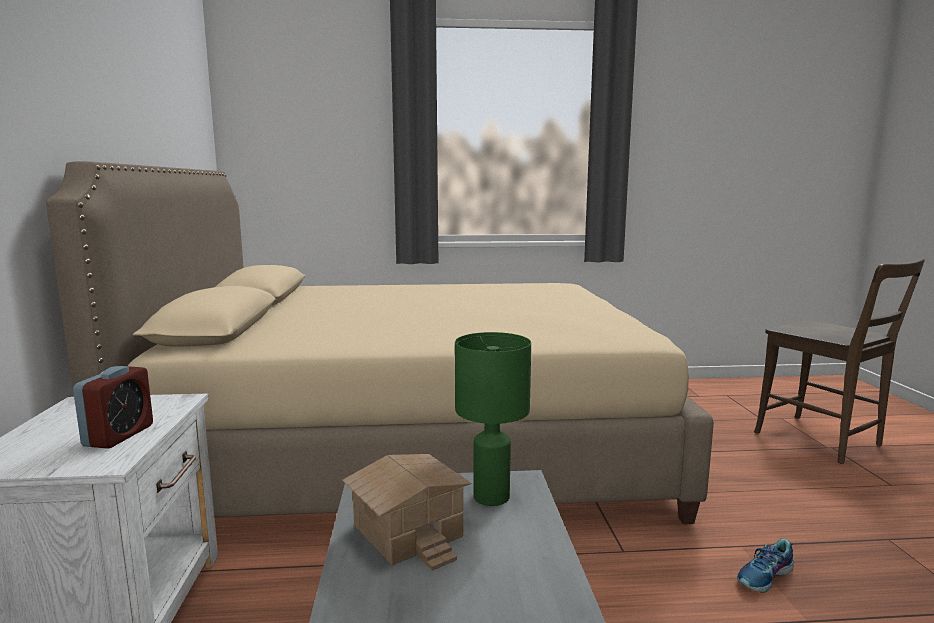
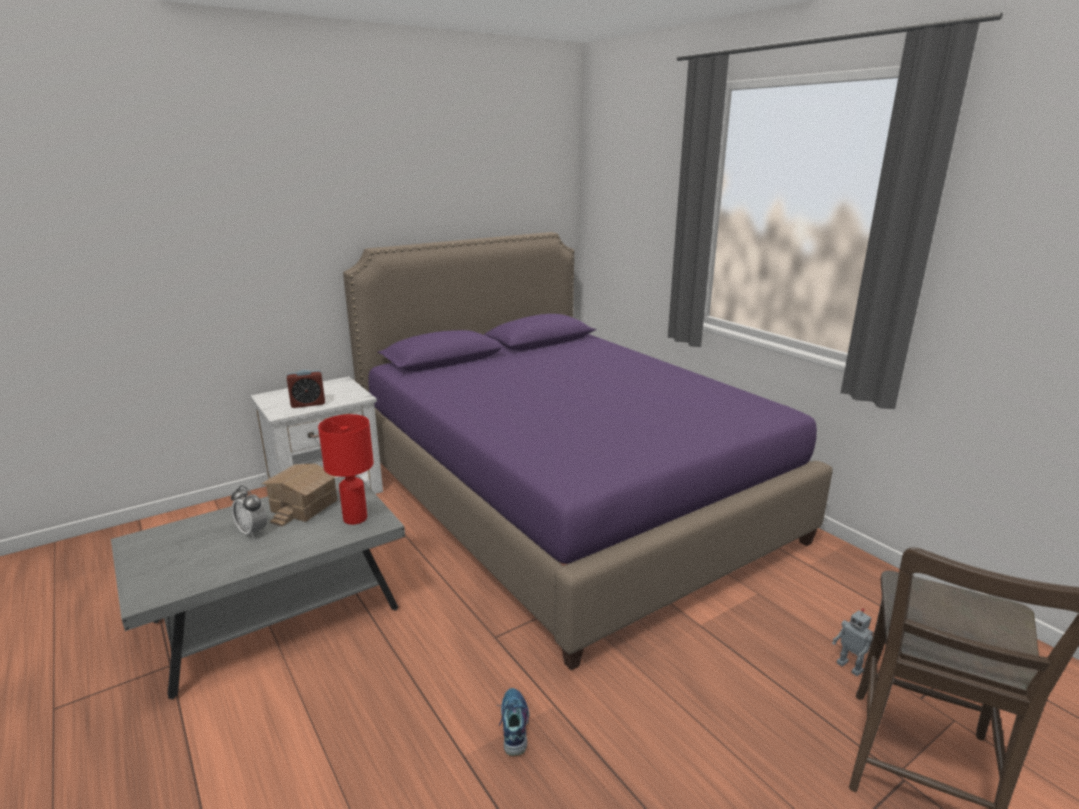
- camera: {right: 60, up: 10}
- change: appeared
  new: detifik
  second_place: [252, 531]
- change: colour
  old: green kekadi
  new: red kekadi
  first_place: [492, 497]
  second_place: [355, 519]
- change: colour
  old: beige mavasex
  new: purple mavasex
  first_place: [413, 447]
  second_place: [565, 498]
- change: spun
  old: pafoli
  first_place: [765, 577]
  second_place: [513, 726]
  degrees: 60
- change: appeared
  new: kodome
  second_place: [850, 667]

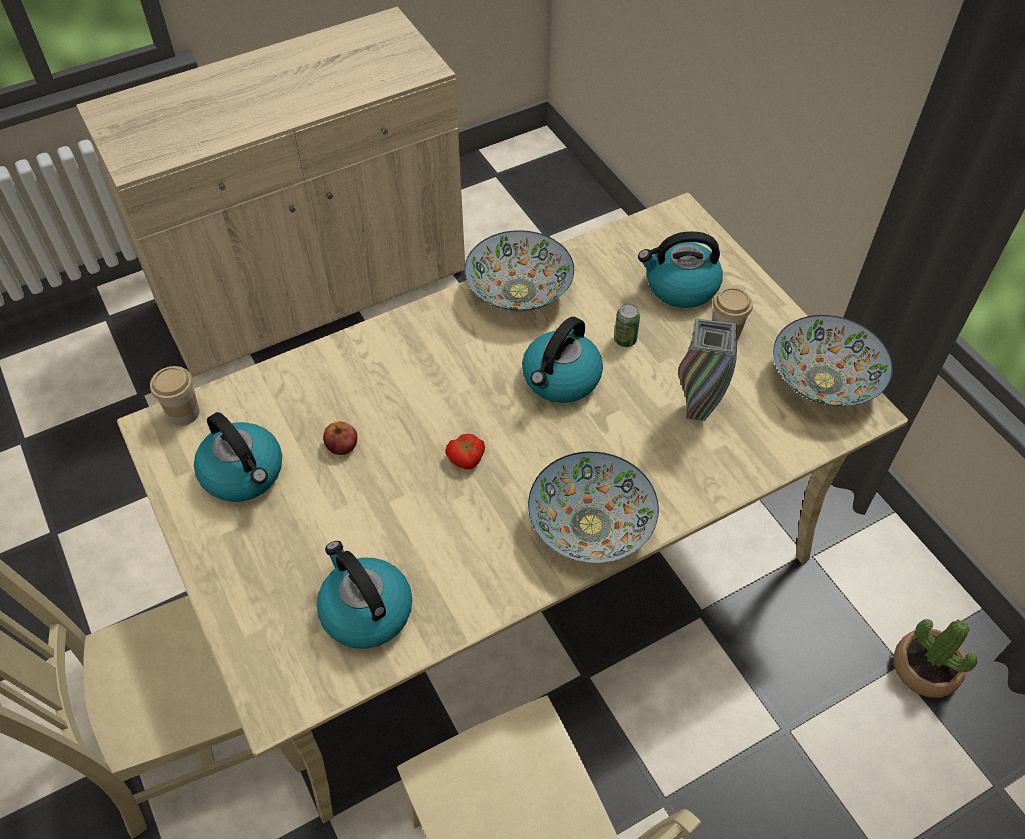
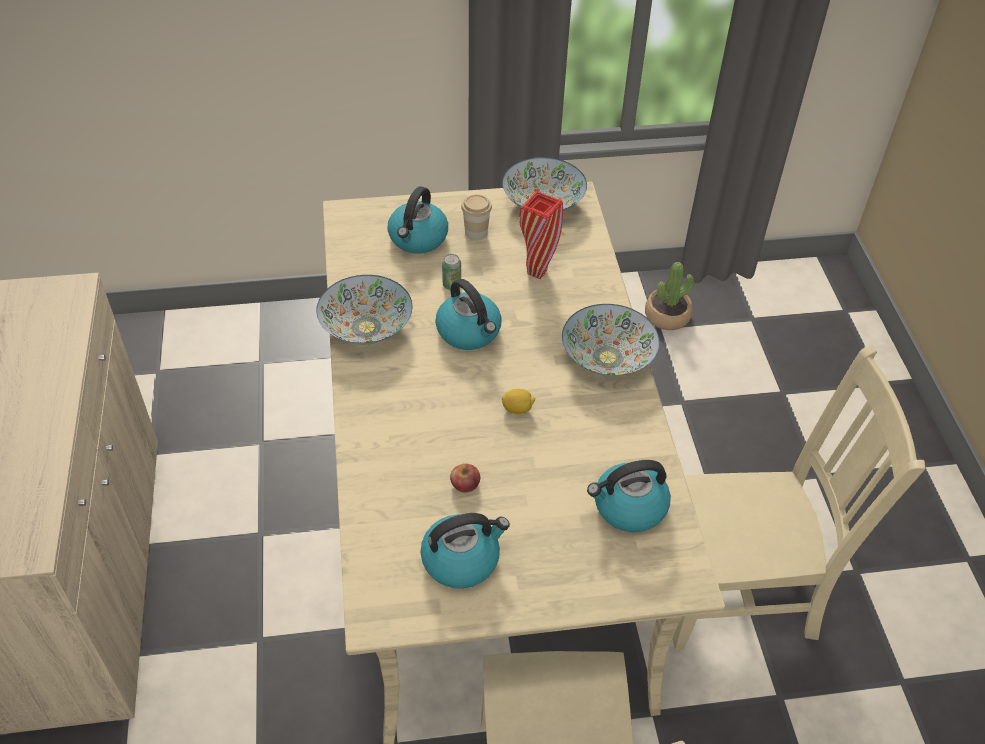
- camera: {right: -70, up: -5}
- change: exchanged
  old: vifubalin
  new: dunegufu
  first_place: [466, 459]
  second_place: [517, 409]
- change: colour
  old: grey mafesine
  new: red mafesine
  first_place: [696, 412]
  second_place: [537, 272]
- change: missing
  old: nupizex
  first_place: [184, 413]

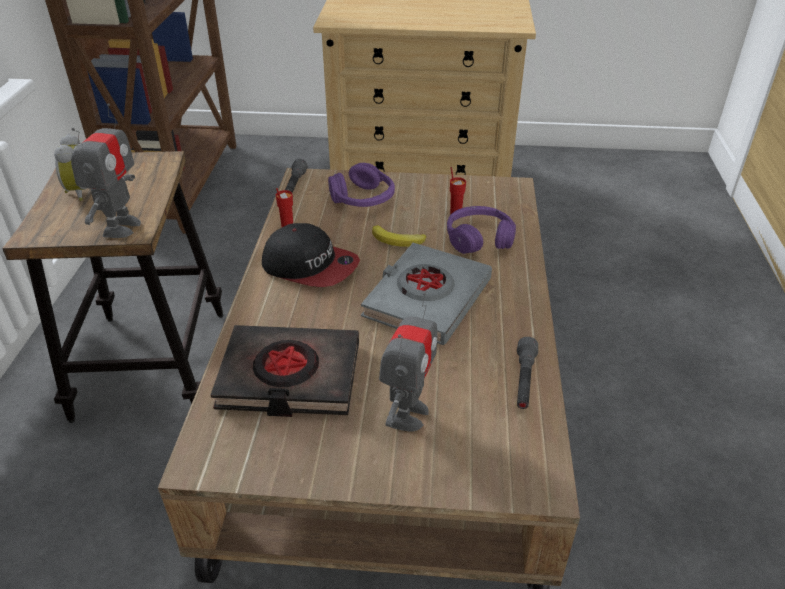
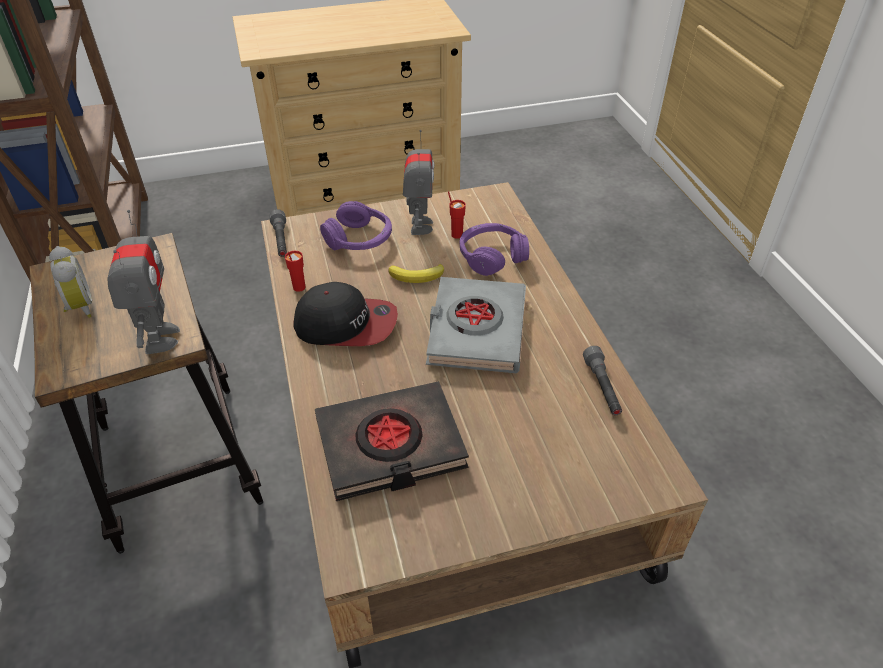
- camera: {right: -20, up: 5}
- change: relocated
  old: kodome
  first_place: [408, 414]
  second_place: [420, 226]

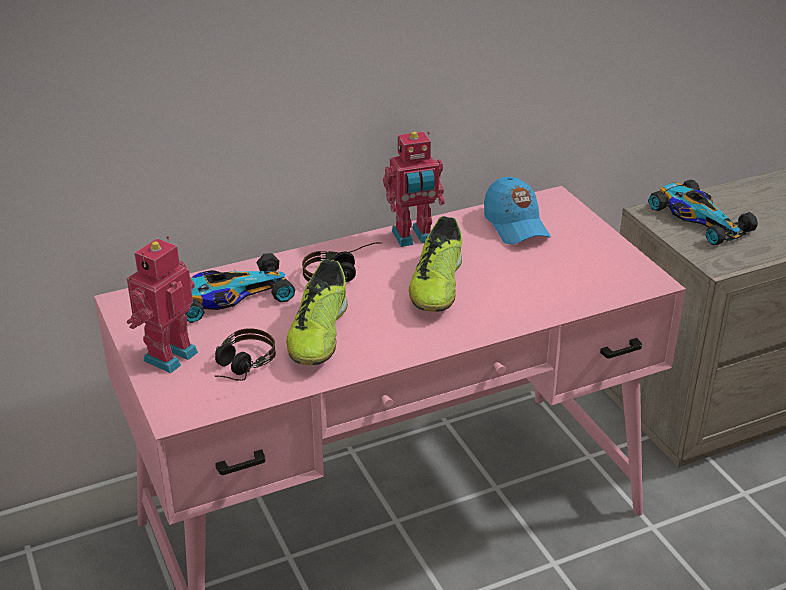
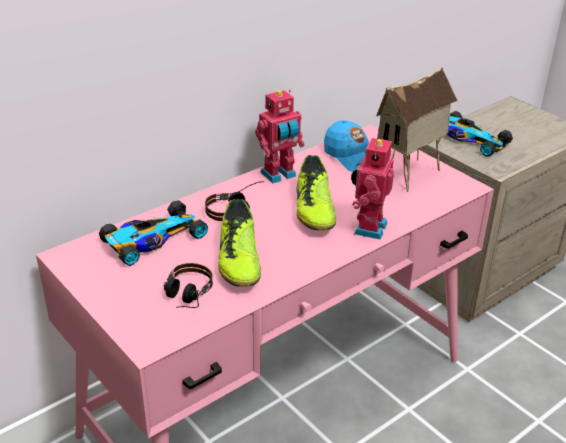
- camera: {right: -15, up: 0}
- change: relocated
  old: kodome
  first_place: [167, 355]
  second_place: [368, 228]
- change: appeared
  new: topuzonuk
  second_place: [410, 178]

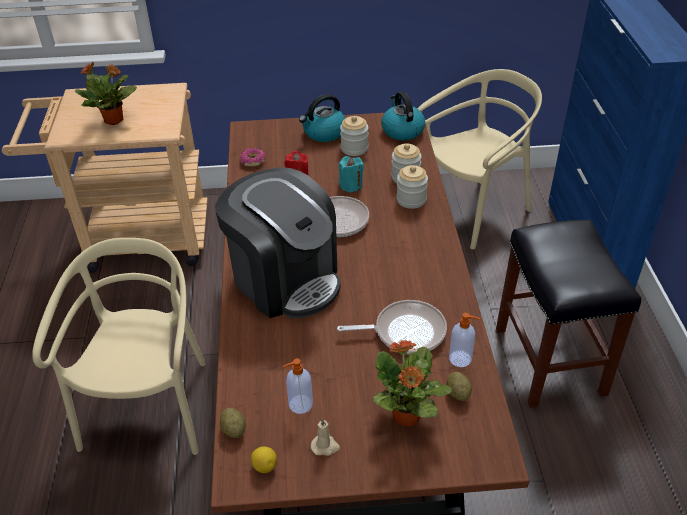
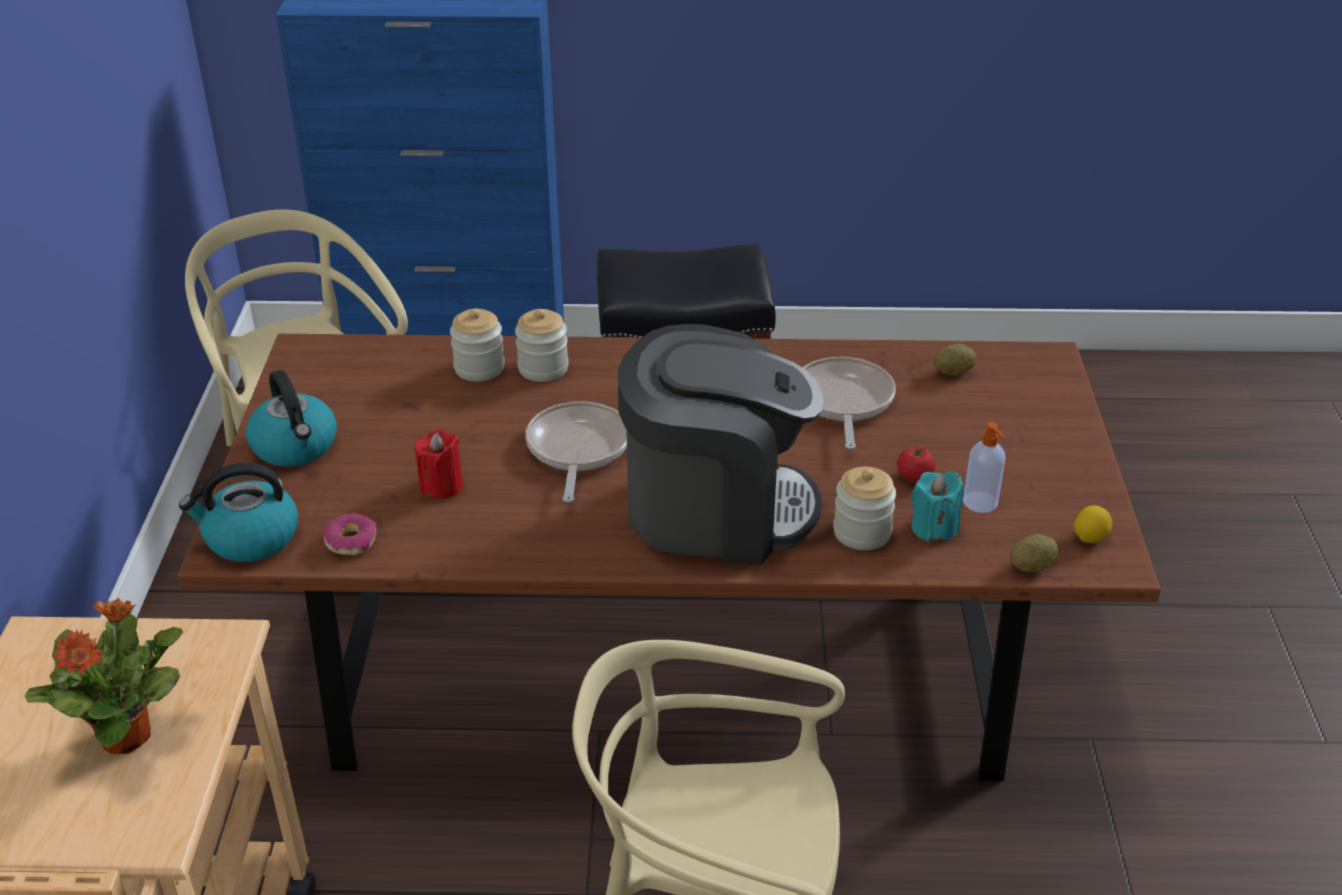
- camera: {right: -85, up: -5}
- change: relocated
  old: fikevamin
  first_place: [402, 130]
  second_place: [250, 538]
- change: spun
  old: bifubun
  first_place: [285, 279]
  second_place: [716, 509]
  degrees: 45
- change: relocated
  old: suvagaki
  first_place: [354, 148]
  second_place: [862, 532]
- change: appeared
  new: vifubalin
  second_place: [914, 477]
- change: relocated
  old: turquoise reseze
  first_place: [351, 185]
  second_place: [934, 528]
- change: missing
  old: beige reseze
  first_place: [325, 446]
- change: missing
  old: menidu
  first_place: [406, 416]
- change: missing
  old: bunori
  first_place: [461, 359]

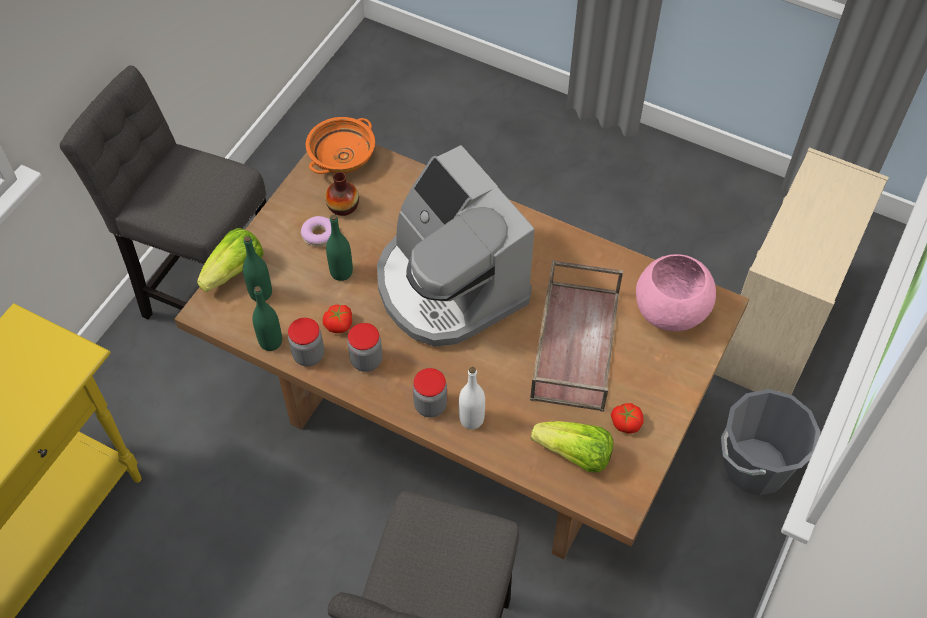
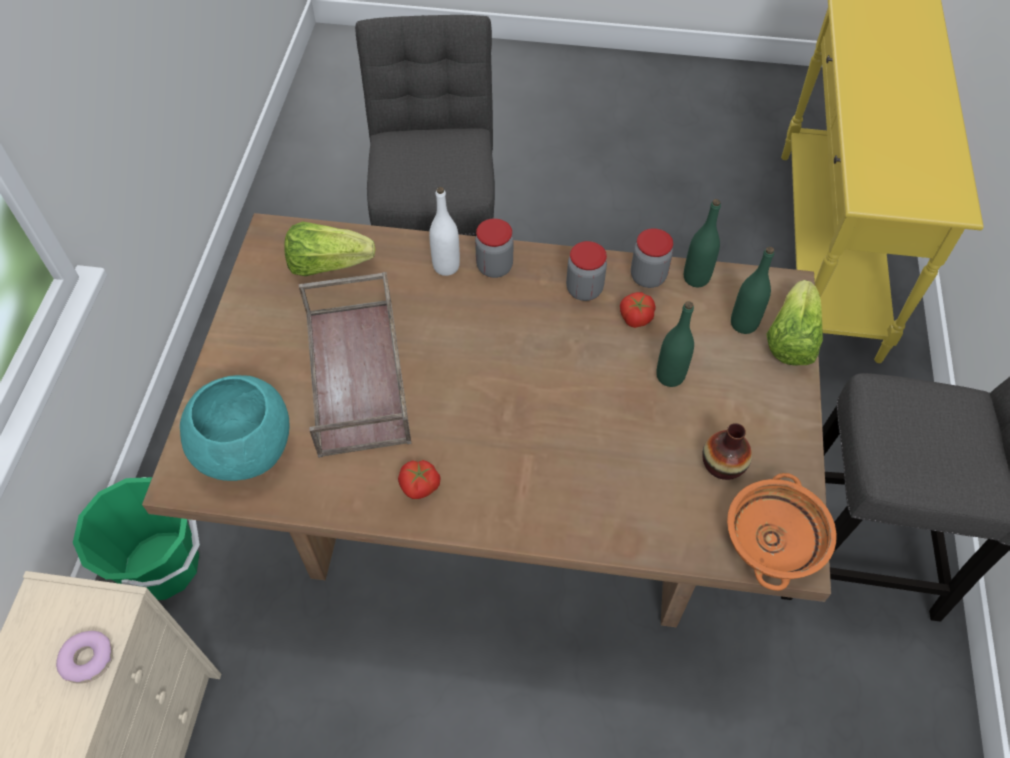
- camera: {right: 160, up: 0}
- change: relocated
  old: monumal
  first_place: [319, 235]
  second_place: [88, 659]
- change: colour
  old: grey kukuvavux
  new: green kukuvavux
  first_place: [755, 467]
  second_place: [162, 566]
- change: colour
  old: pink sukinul
  new: turquoise sukinul
  first_place: [670, 312]
  second_place: [246, 450]
- change: relocated
  old: vifubalin
  first_place: [626, 422]
  second_place: [420, 486]
- change: missing
  old: bifubun
  first_place: [448, 286]

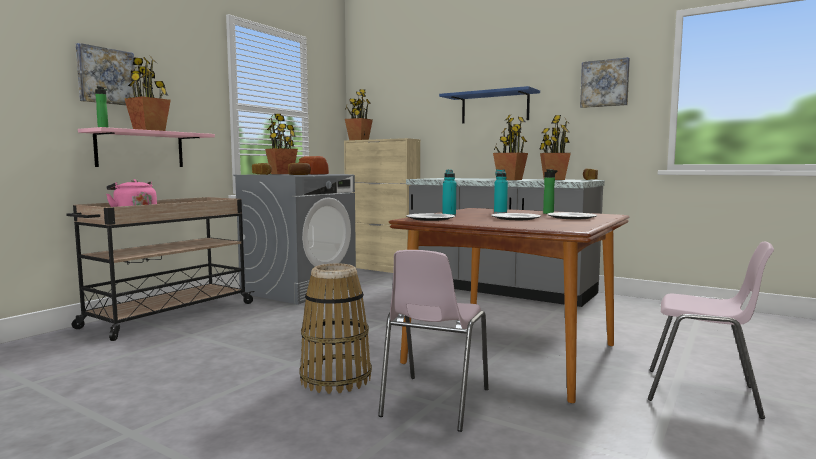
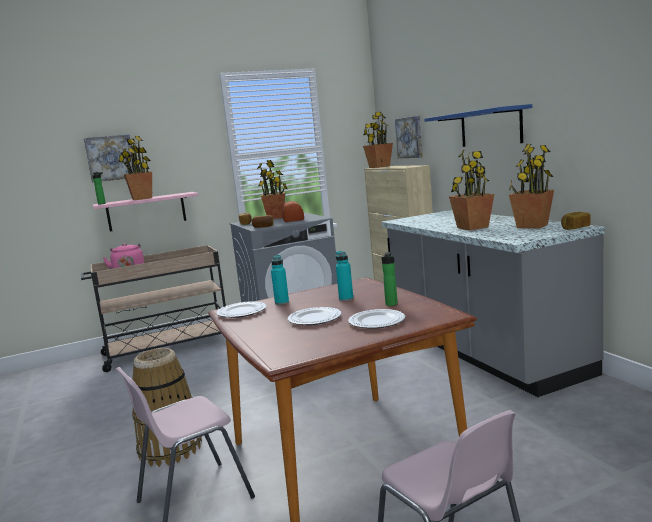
- camera: {right: 35, up: 5}
- change: relocated
  old: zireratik
  first_place: [605, 83]
  second_place: [410, 137]

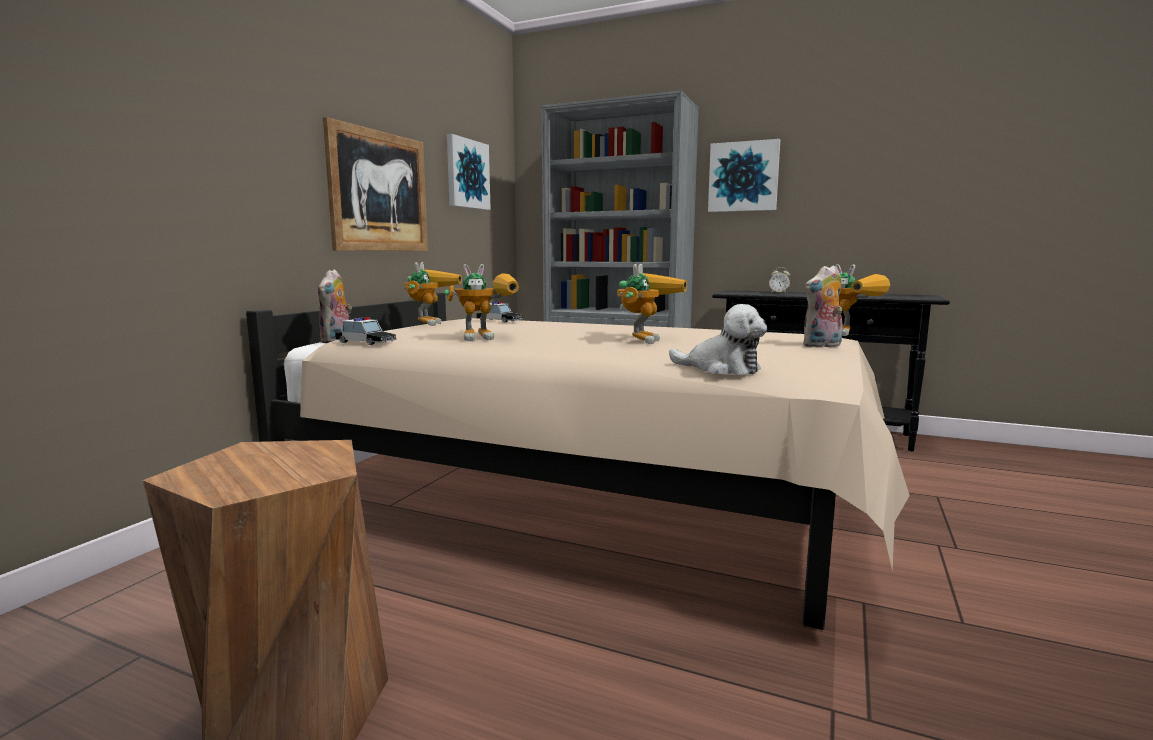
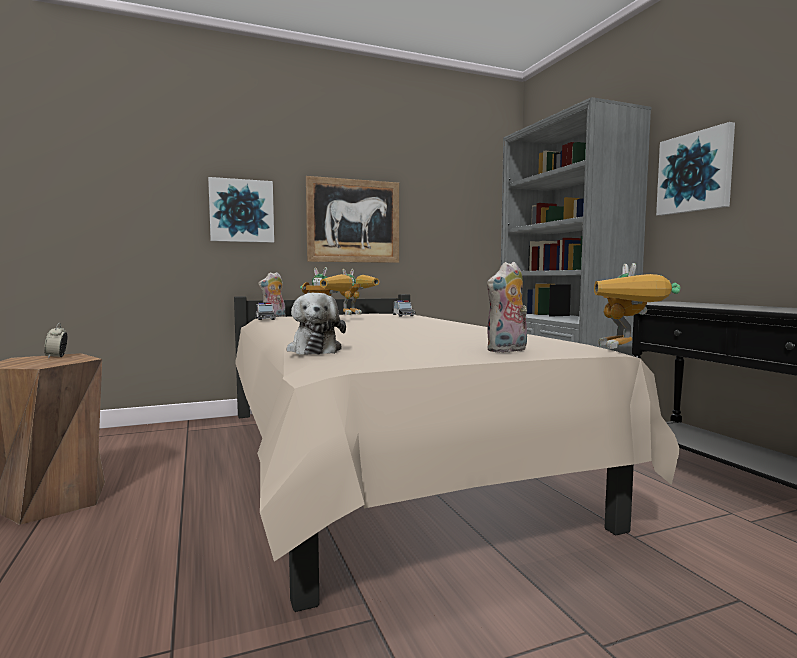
- camera: {right: 45, up: -5}
- change: relocated
  old: detifik
  first_place: [779, 293]
  second_place: [57, 357]
- change: relocated
  old: zireratik
  first_place: [467, 174]
  second_place: [241, 211]
- change: spun
  old: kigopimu
  first_place: [822, 346]
  second_place: [507, 350]
  degrees: -60
- change: missing
  old: kodome
  first_place: [643, 339]

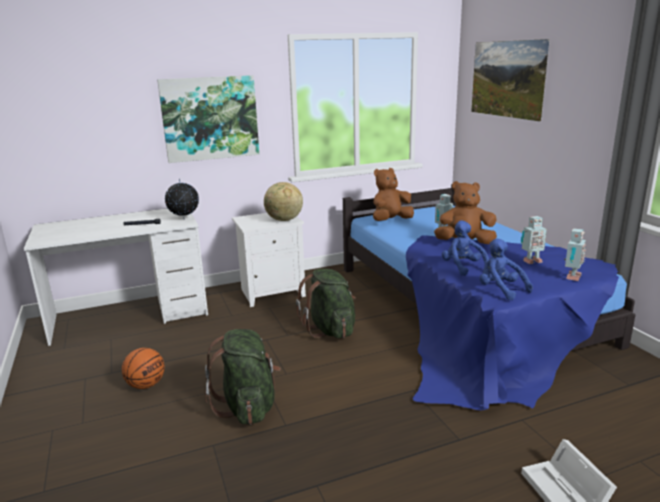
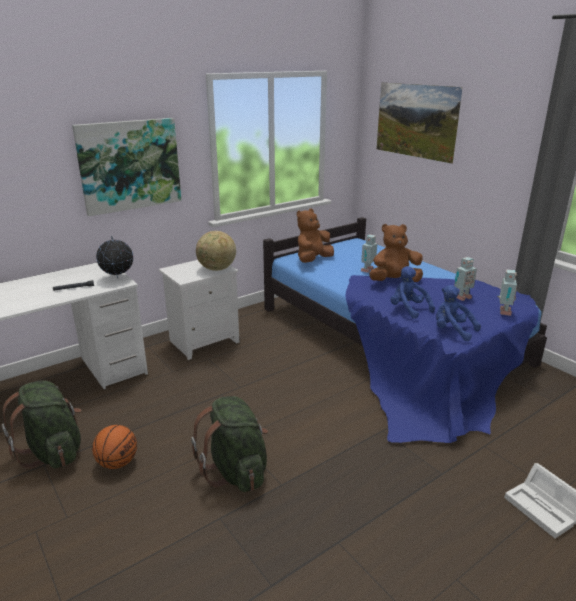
- camera: {right: -15, up: 5}
- change: relocated
  old: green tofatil
  first_place: [330, 330]
  second_place: [53, 452]

